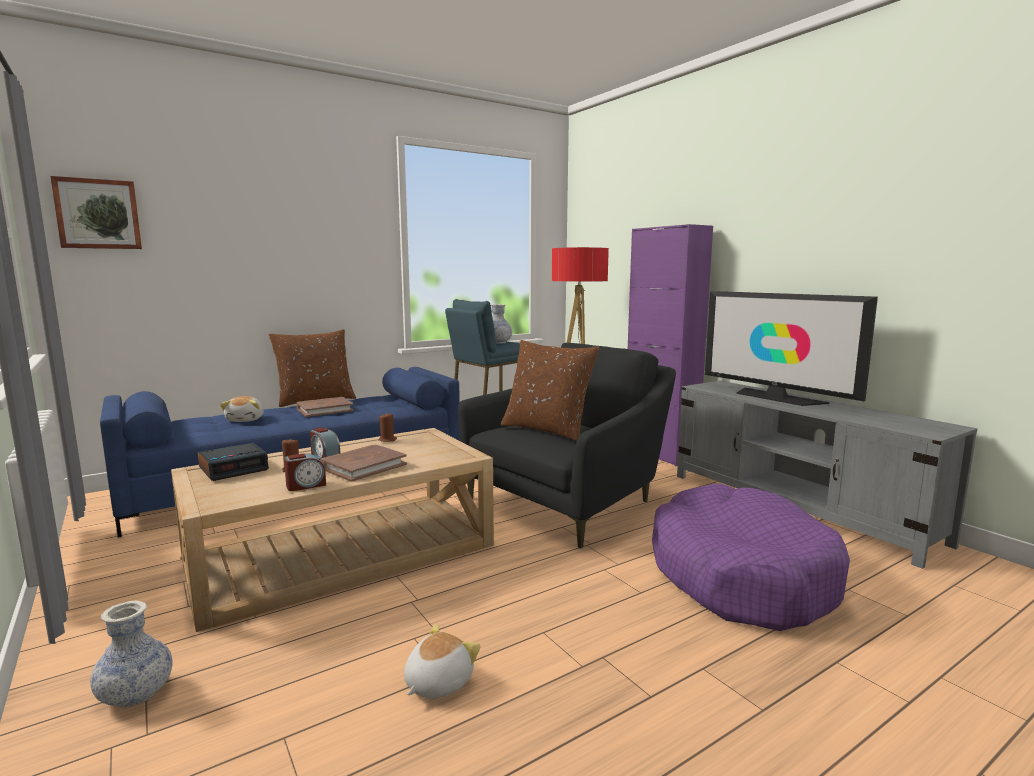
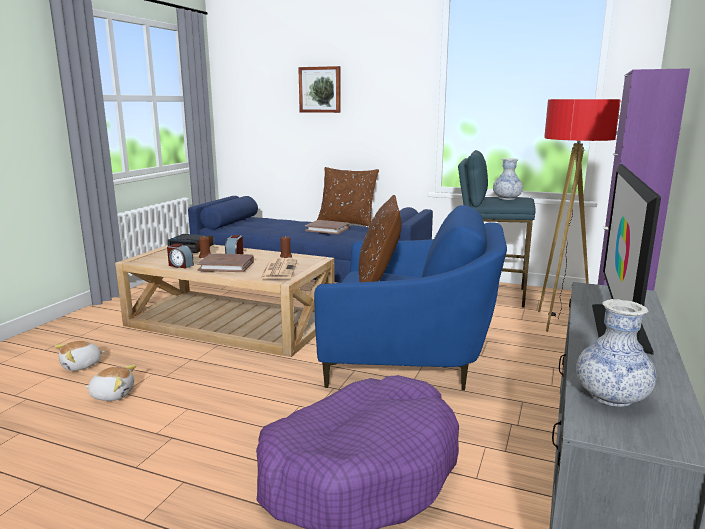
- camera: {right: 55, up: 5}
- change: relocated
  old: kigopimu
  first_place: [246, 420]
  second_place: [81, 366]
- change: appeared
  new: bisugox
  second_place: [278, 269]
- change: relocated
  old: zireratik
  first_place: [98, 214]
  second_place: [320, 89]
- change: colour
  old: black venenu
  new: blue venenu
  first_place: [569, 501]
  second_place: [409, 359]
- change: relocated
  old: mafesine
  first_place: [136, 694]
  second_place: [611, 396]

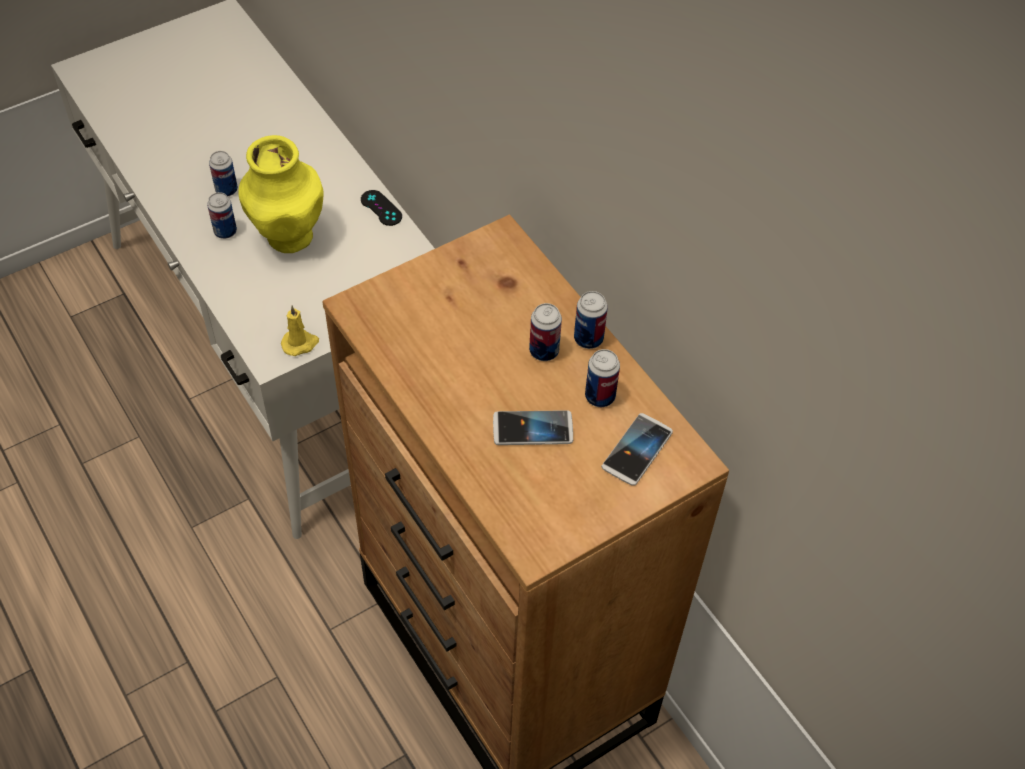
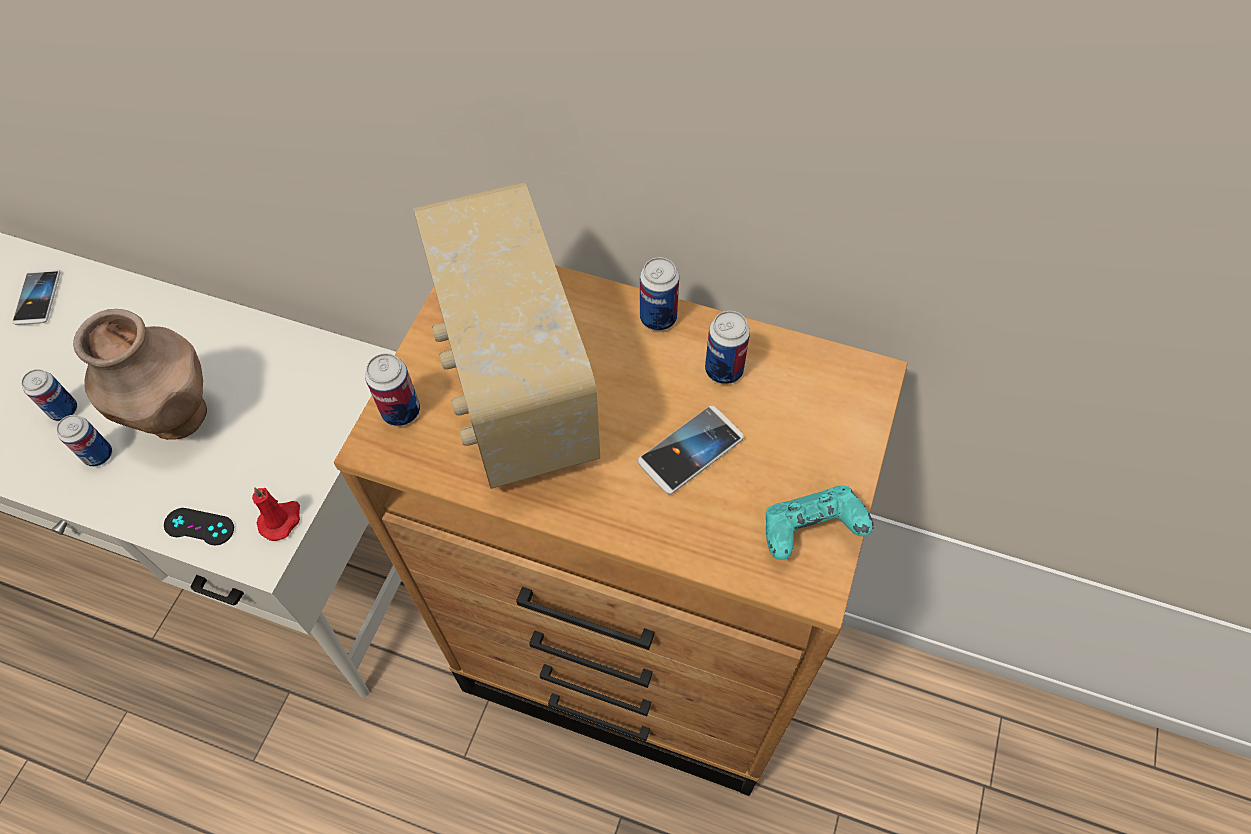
- camera: {right: -35, up: 5}
- change: relocated
  old: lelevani
  first_place: [637, 450]
  second_place: [38, 298]
- change: colour
  old: yellow mafesine
  new: brown mafesine
  first_place: [288, 237]
  second_place: [177, 418]
- change: relocated
  old: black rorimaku
  first_place: [381, 208]
  second_place: [199, 527]
- change: colour
  old: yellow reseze
  new: red reseze
  first_place: [300, 343]
  second_place: [281, 520]
- change: relocated
  old: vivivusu
  first_place: [544, 351]
  second_place: [401, 411]
- change: appeared
  new: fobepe
  second_place: [514, 387]
- change: appeared
  new: turquoise rorimaku
  second_place: [810, 532]

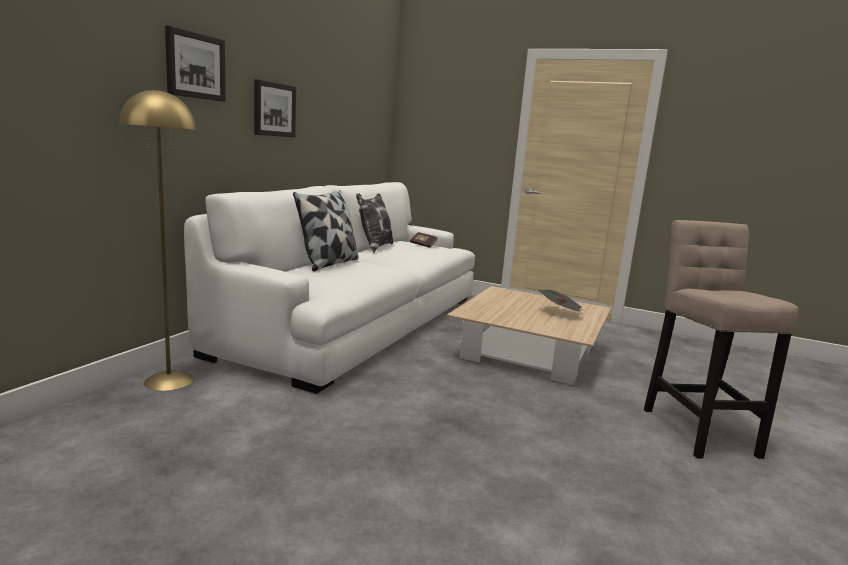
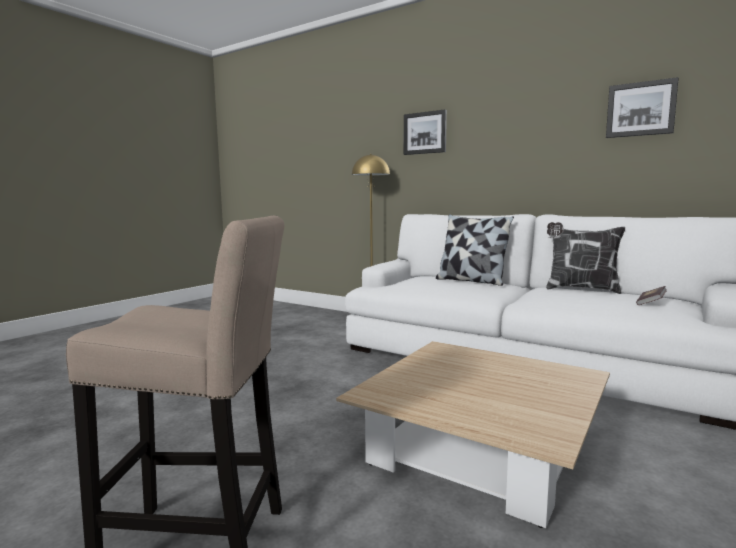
- camera: {right: 100, up: -5}
- change: relocated
  old: zireratik
  first_place: [274, 109]
  second_place: [640, 109]
- change: missing
  old: bisugox
  first_place: [560, 313]

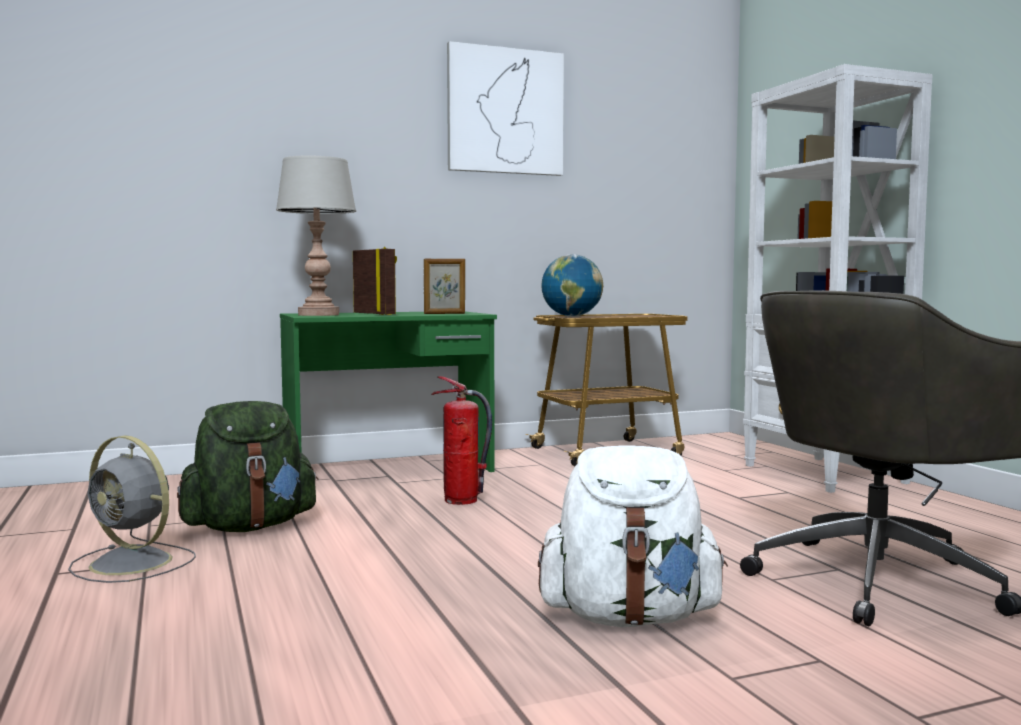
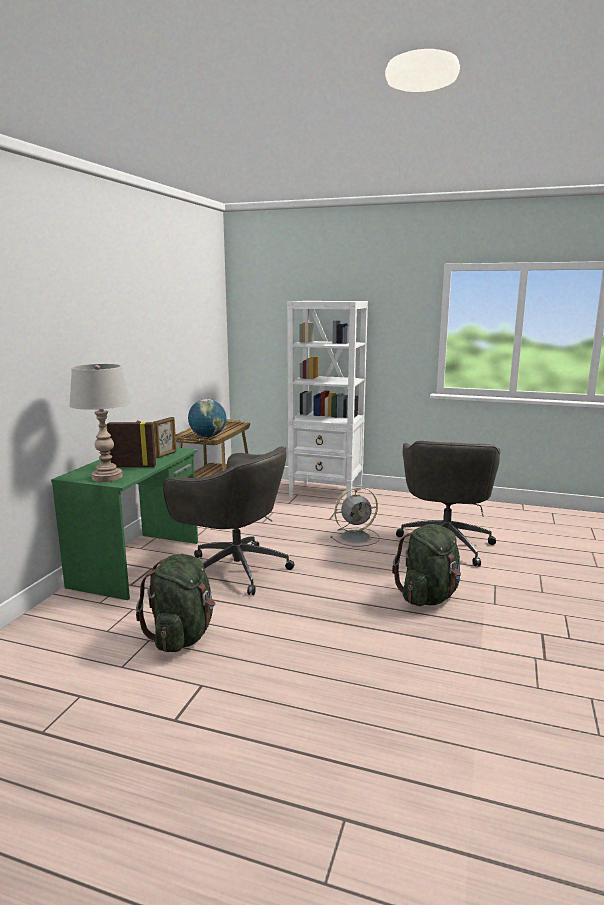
- camera: {right: -50, up: 10}
- change: exchanged
  old: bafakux
  new: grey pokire
  first_place: [461, 500]
  second_place: [234, 568]
- change: relocated
  old: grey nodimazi
  first_place: [133, 563]
  second_place: [357, 537]
- change: colour
  old: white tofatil
  new: green tofatil
  first_place: [629, 617]
  second_place: [429, 597]
- change: missing
  old: zireratik
  first_place: [505, 111]

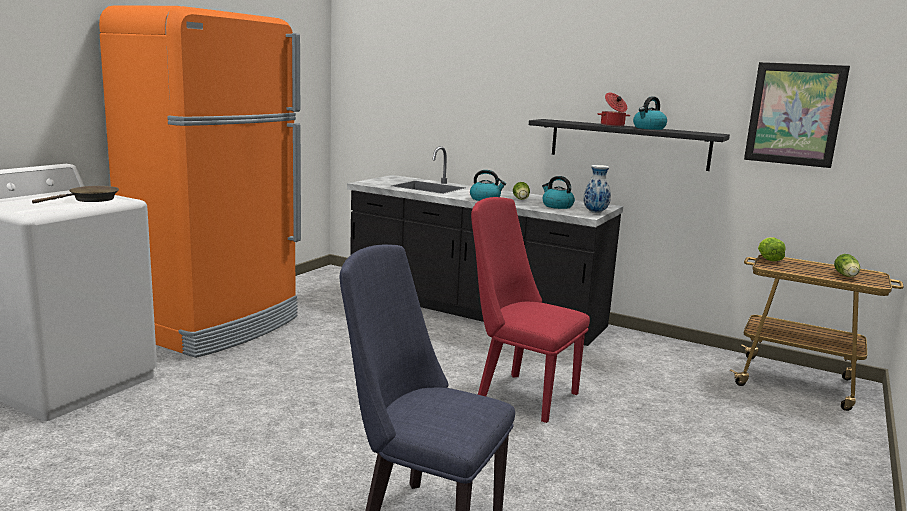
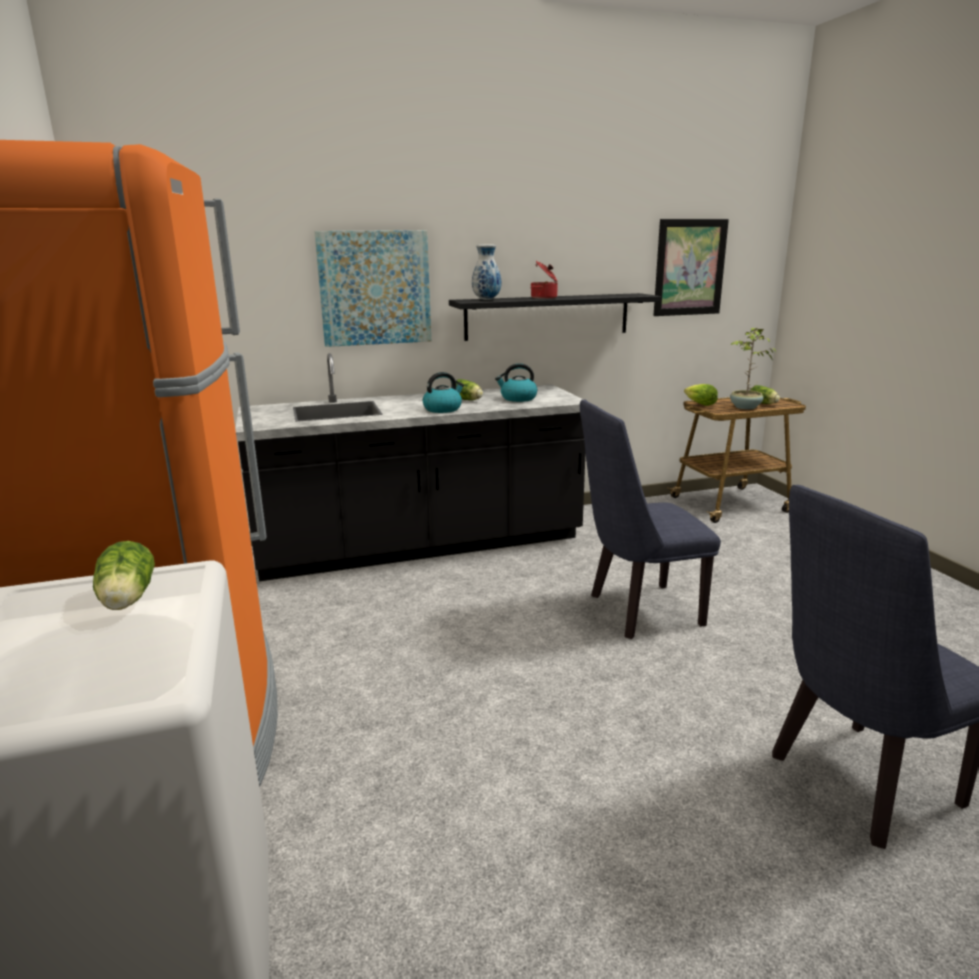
- camera: {right: -45, up: 5}
- change: exchanged
  old: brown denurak
  new: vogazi
  first_place: [90, 199]
  second_place: [126, 601]
- change: appeared
  new: zireratik
  second_place: [375, 288]
- change: relocated
  old: mafesine
  first_place: [595, 212]
  second_place: [486, 300]
- change: colour
  old: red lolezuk
  new: blue lolezuk
  first_place: [519, 394]
  second_place: [636, 611]
- change: appeared
  new: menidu
  second_place: [745, 407]
- change: missing
  old: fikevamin
  first_place: [648, 128]

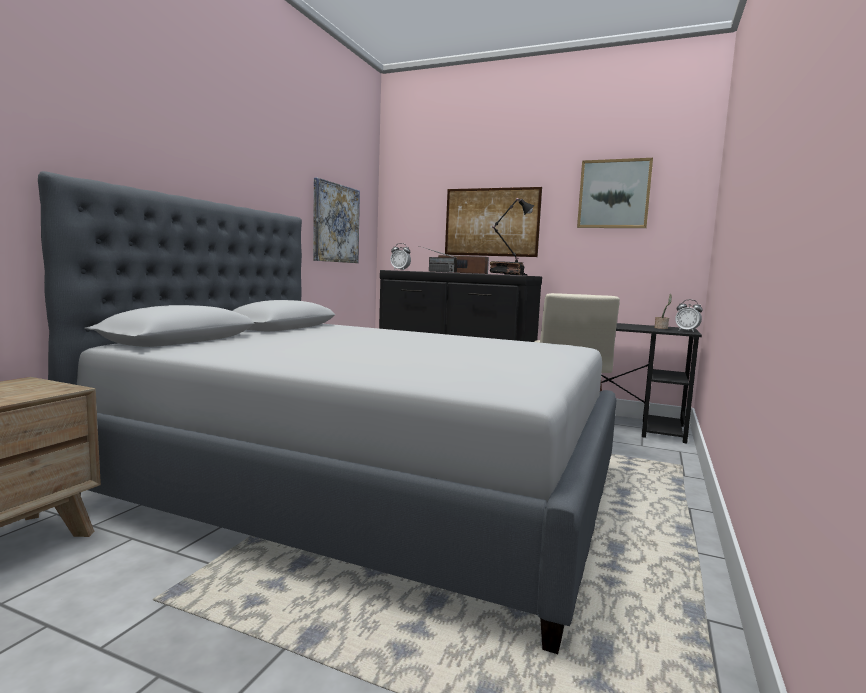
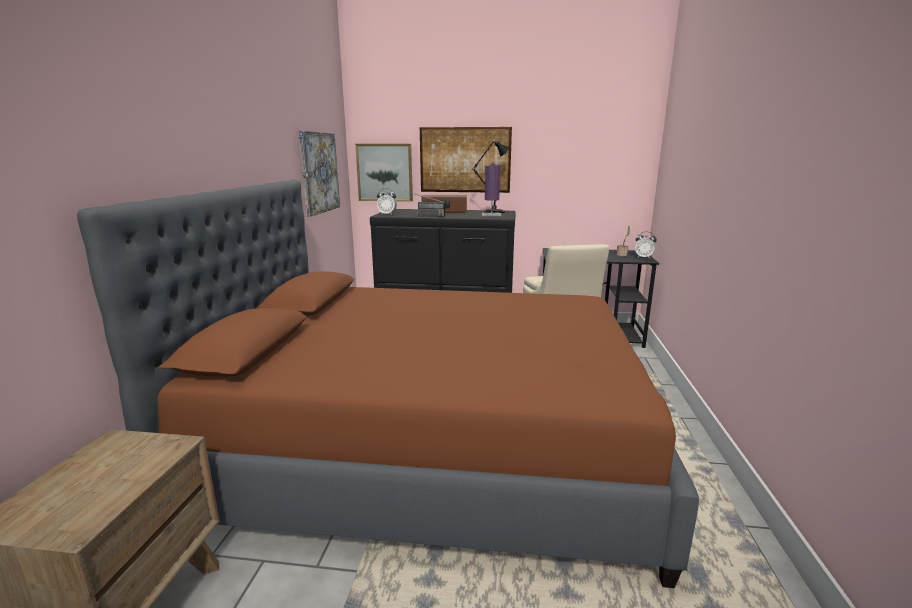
- camera: {right: -15, up: 10}
- change: colour
  old: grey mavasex
  new: brown mavasex
  first_place: [367, 484]
  second_place: [432, 445]
- change: relocated
  old: zireratik
  first_place: [614, 194]
  second_place: [385, 172]
- change: exchanged
  old: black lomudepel
  new: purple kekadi
  first_place: [507, 274]
  second_place: [491, 215]

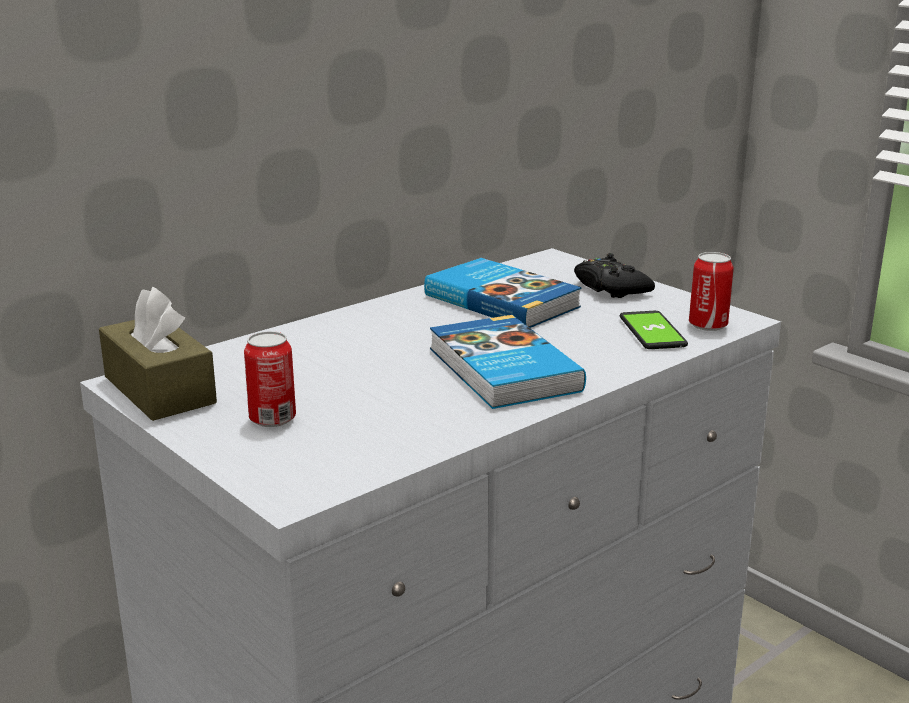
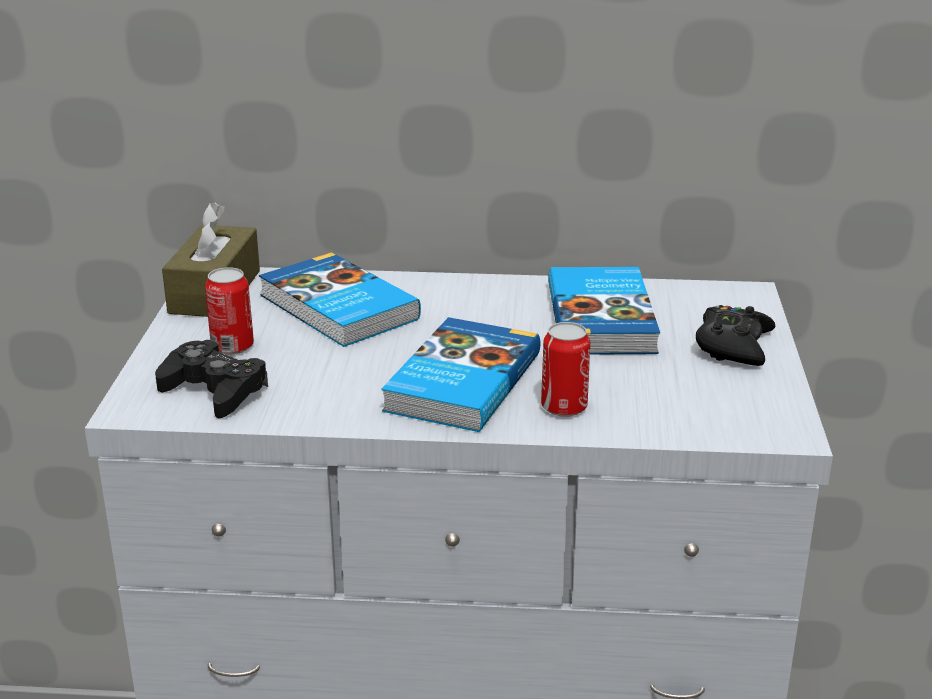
- camera: {right: 45, up: 5}
- change: appeared
  new: black rorimaku
  second_place: [214, 390]
- change: appeared
  new: lomudepel
  second_place: [337, 308]
- change: relocated
  old: vivivusu
  first_place: [708, 325]
  second_place: [564, 407]
- change: missing
  old: lelevani
  first_place: [652, 332]

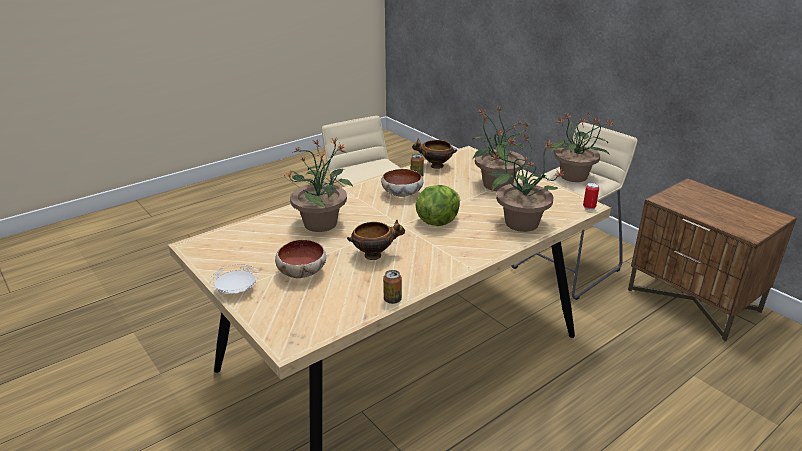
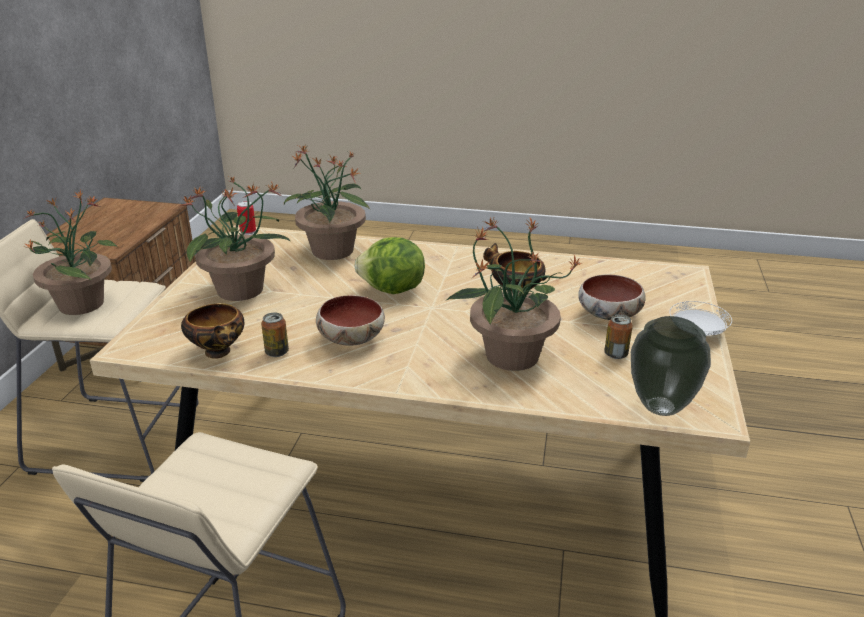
- camera: {right: -130, up: 0}
- change: relocated
  old: vivivusu
  first_place: [392, 300]
  second_place: [616, 354]
- change: appeared
  new: mafesine
  second_place: [660, 407]

